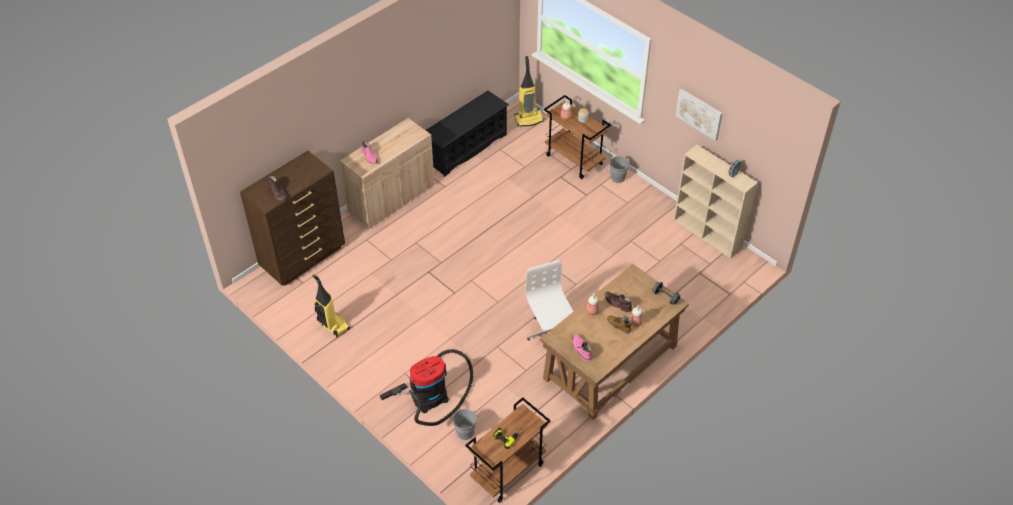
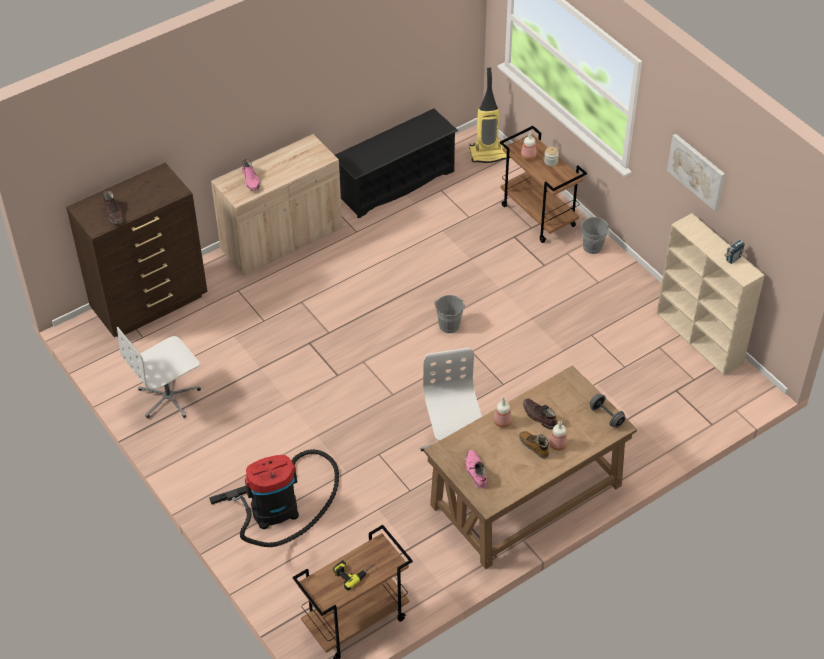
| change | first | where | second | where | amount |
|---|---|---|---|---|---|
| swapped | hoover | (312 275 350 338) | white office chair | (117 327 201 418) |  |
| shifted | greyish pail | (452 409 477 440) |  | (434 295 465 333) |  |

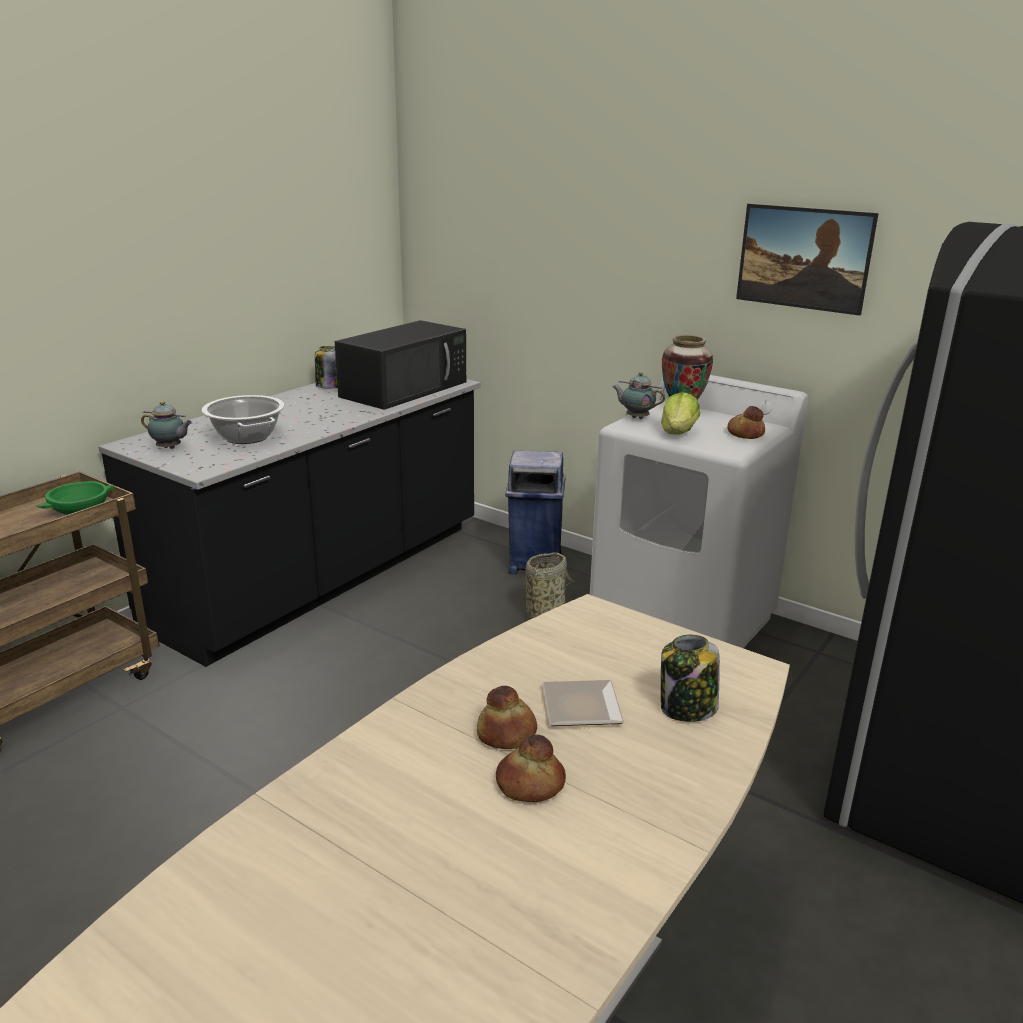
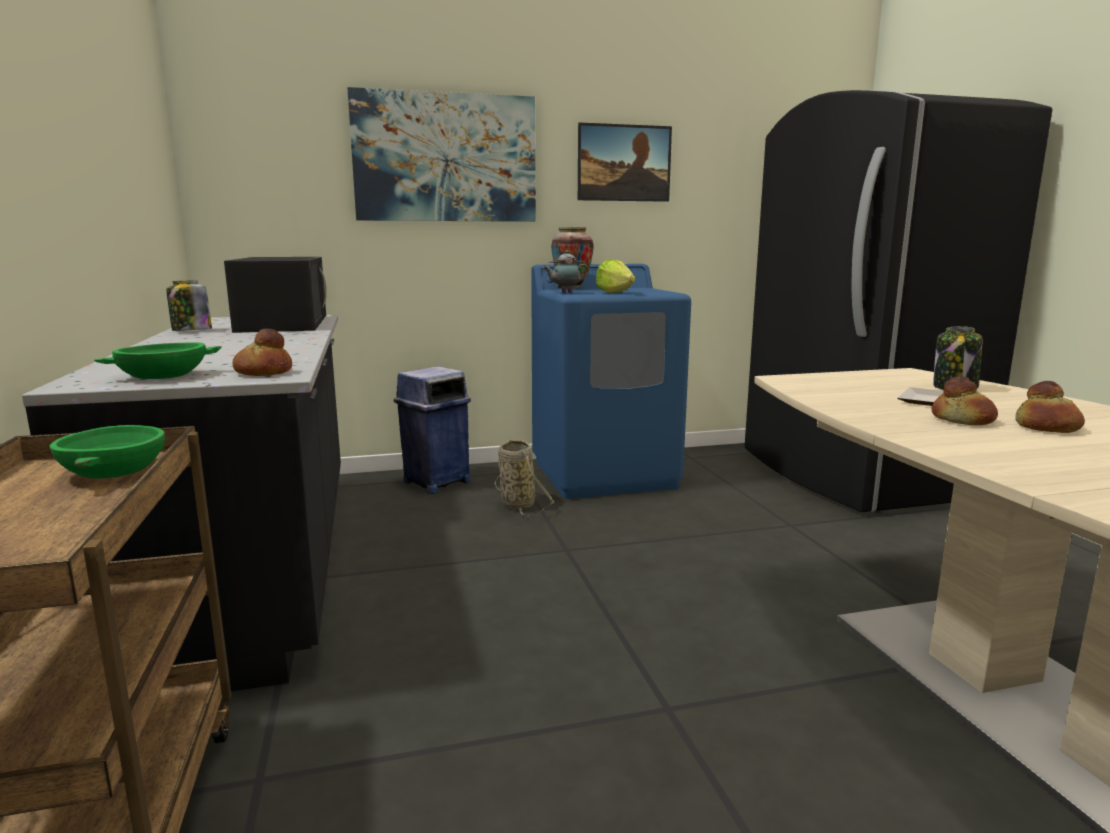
| change | first | where | second | where | amount |
|---|---|---|---|---|---|
| repainted | white washing machine | (590 375 808 648) | blue-coloured washing machine | (531 264 691 499) |  |
| gone | stockpot | (202 395 285 444) |  |  |  |
| swapped | teapot | (141 401 192 449) | greenish serving bowl | (94 343 222 379) |  |
| shifted | bakery bread | (727 406 765 439) |  | (232 329 292 376) |  |
| new |  |  | wall art | (347 87 536 222) |  |

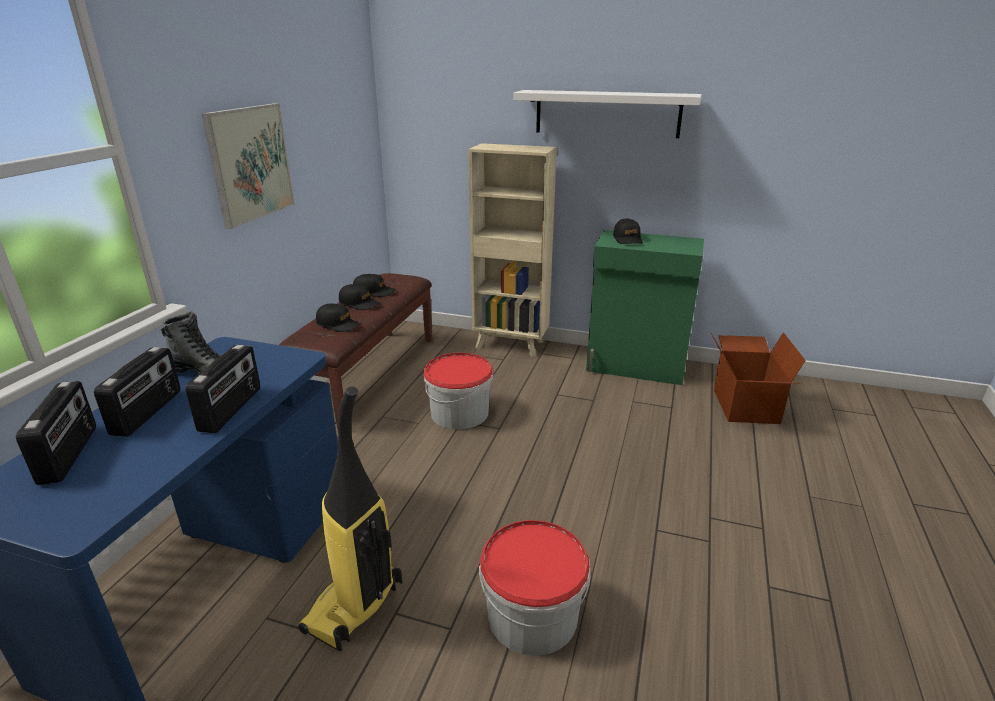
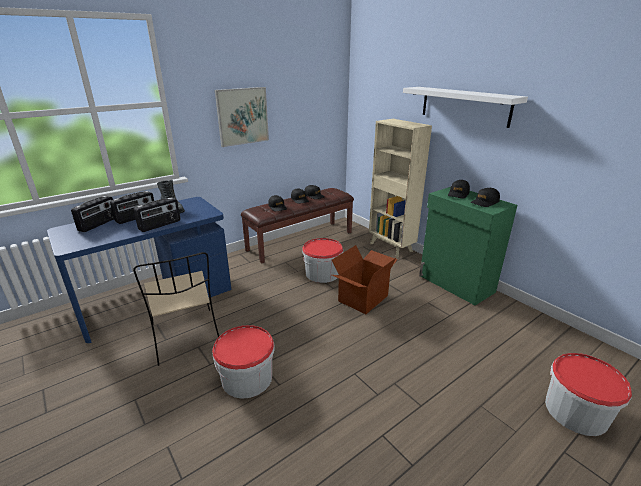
| change | first | where | second | where | amount |
|---|---|---|---|---|---|
| shifted | packing box | (710 332 806 424) |  | (332 245 398 314) |  |
| swapped | hoover | (298 386 402 651) | beige upright chair | (133 252 219 366) |  |
| new |  |  | black baseball cap | (471 188 500 207) |  |
| new |  |  | pail | (545 353 632 436) |  |

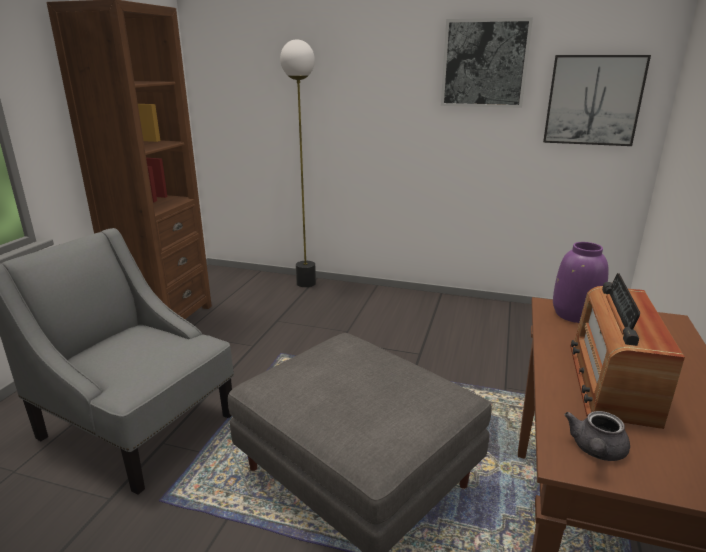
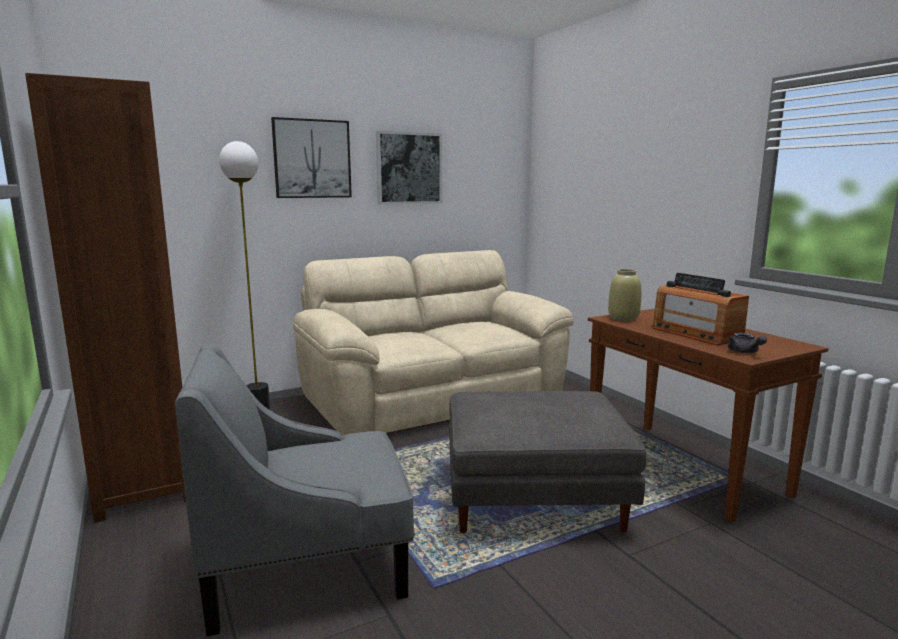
| change | first | where | second | where | amount |
|---|---|---|---|---|---|
| shifted | wall art | (543 55 651 146) |  | (271 117 352 198) |  |
| repainted | purple vase | (553 242 608 323) | beige vase | (608 269 641 321) |  |
| new |  |  | beige couch | (293 250 573 436) |  |

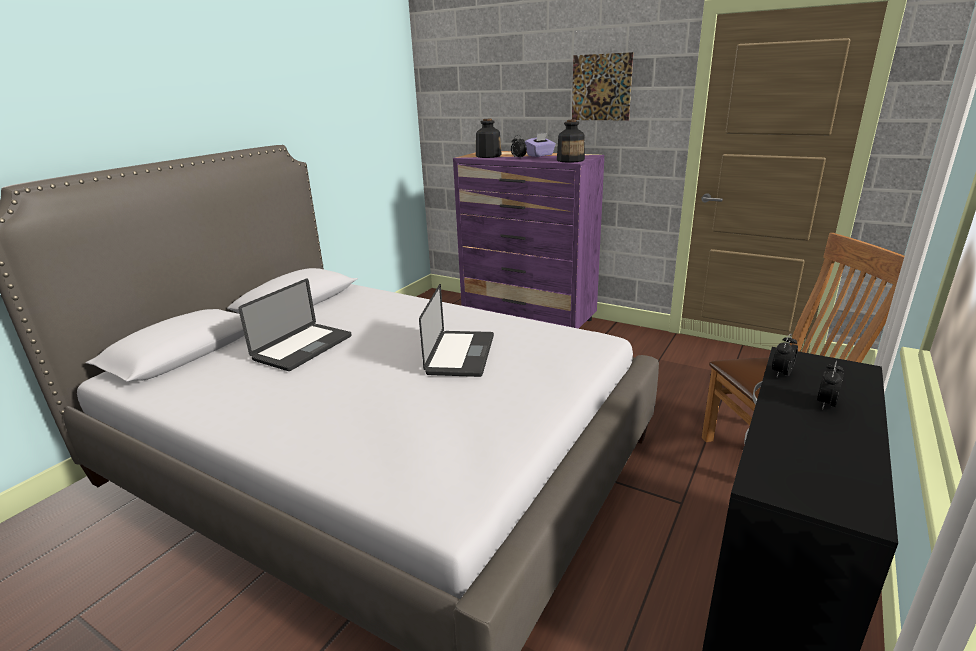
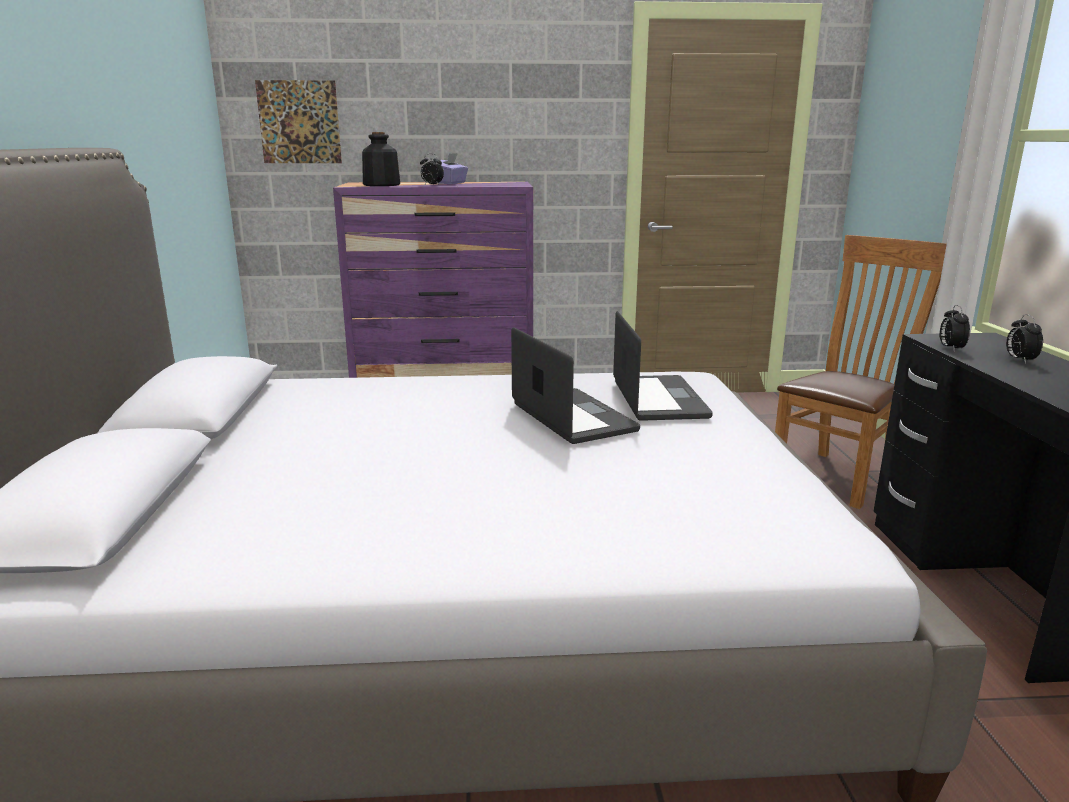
| change | first | where | second | where | amount |
|---|---|---|---|---|---|
| shifted | wall art | (572 52 633 120) |  | (255 80 342 163) |  |
| gone | bottle | (557 120 585 163) |  |  |  |
| shifted | notebook computer | (238 279 352 371) |  | (613 311 713 421) |  |

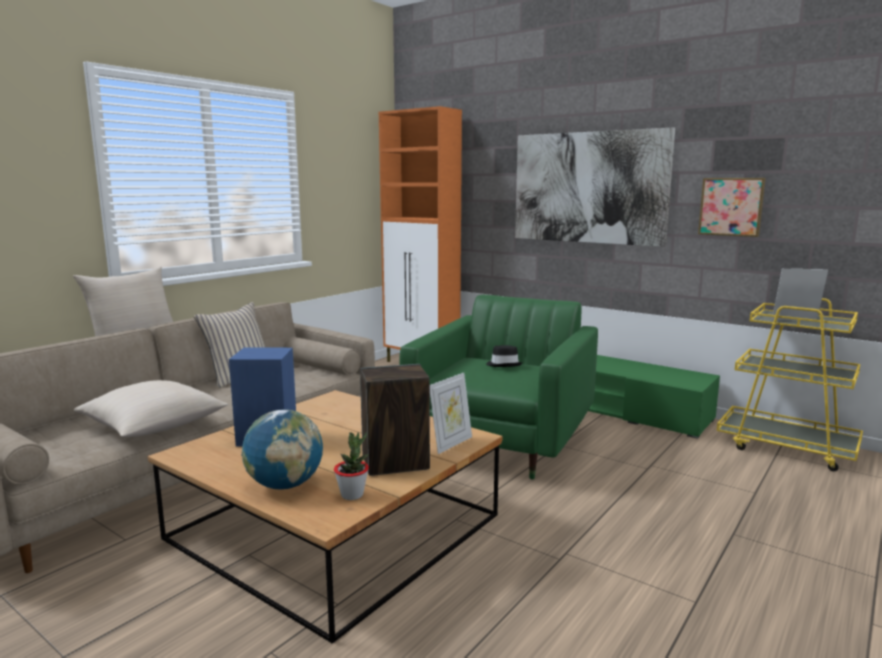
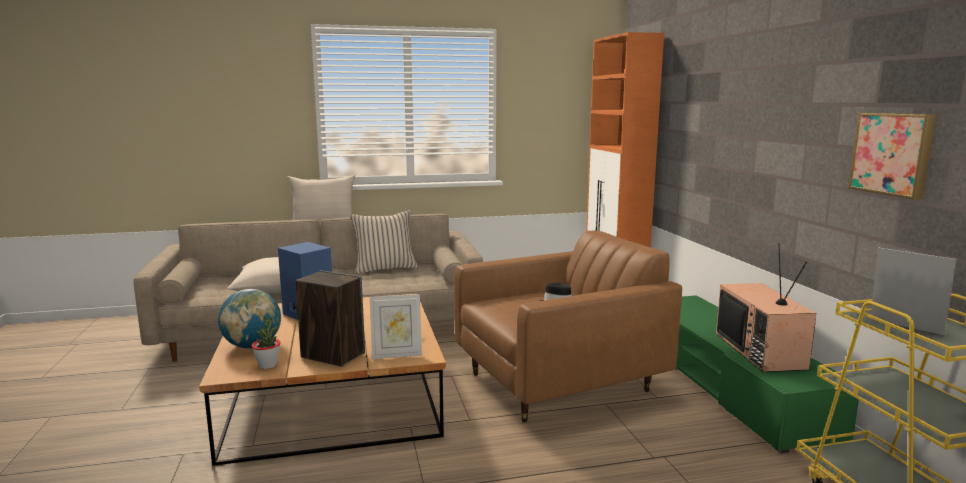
| change | first | where | second | where | amount |
|---|---|---|---|---|---|
| gone | wall art | (515 127 675 247) |  |  |  |
| repainted | greenish lounge chair | (399 295 598 479) | brown-coloured lounge chair | (454 231 682 422) |  |
| new |  |  | television | (716 243 816 372) |  |

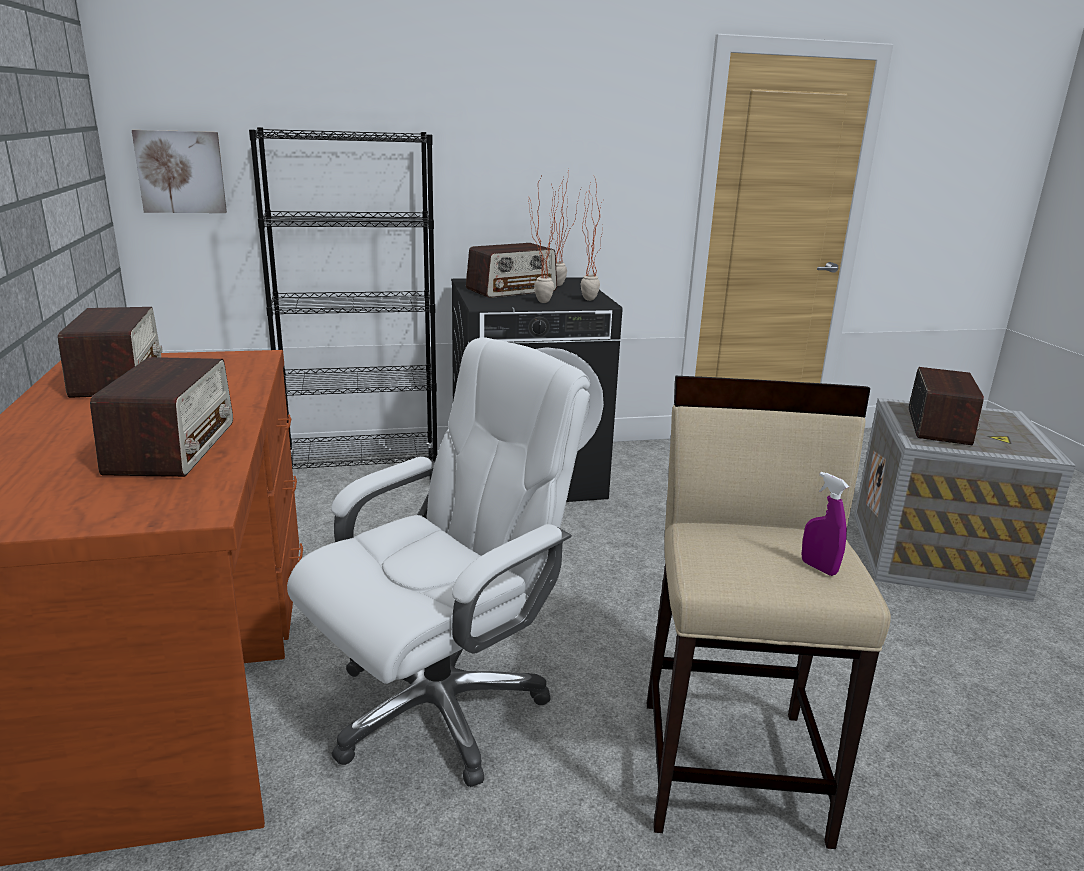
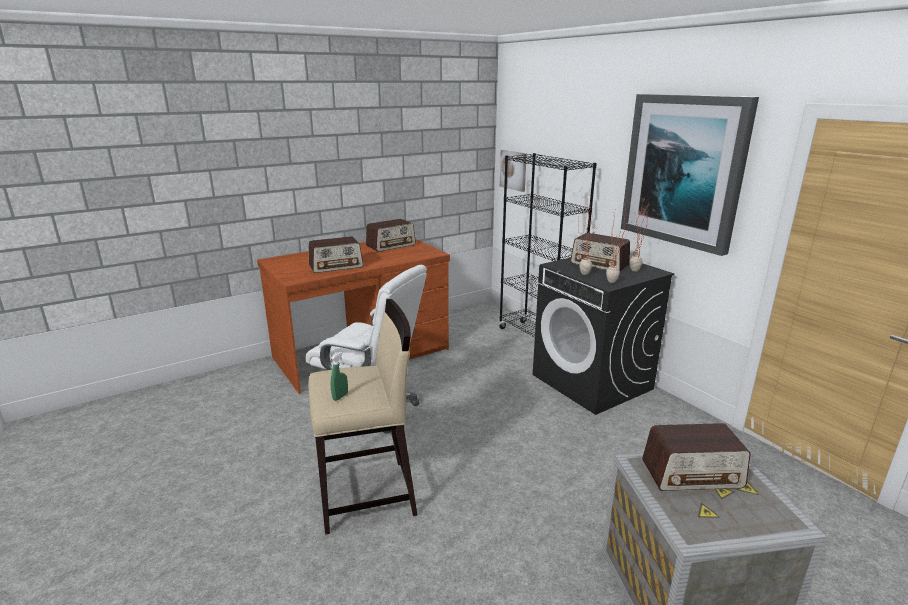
| change | first | where | second | where | amount |
|---|---|---|---|---|---|
| repainted | purple spray bottle | (801 472 849 576) | greenish spray bottle | (331 351 348 401) |  |
| new |  |  | wall art | (621 94 759 256) |  |

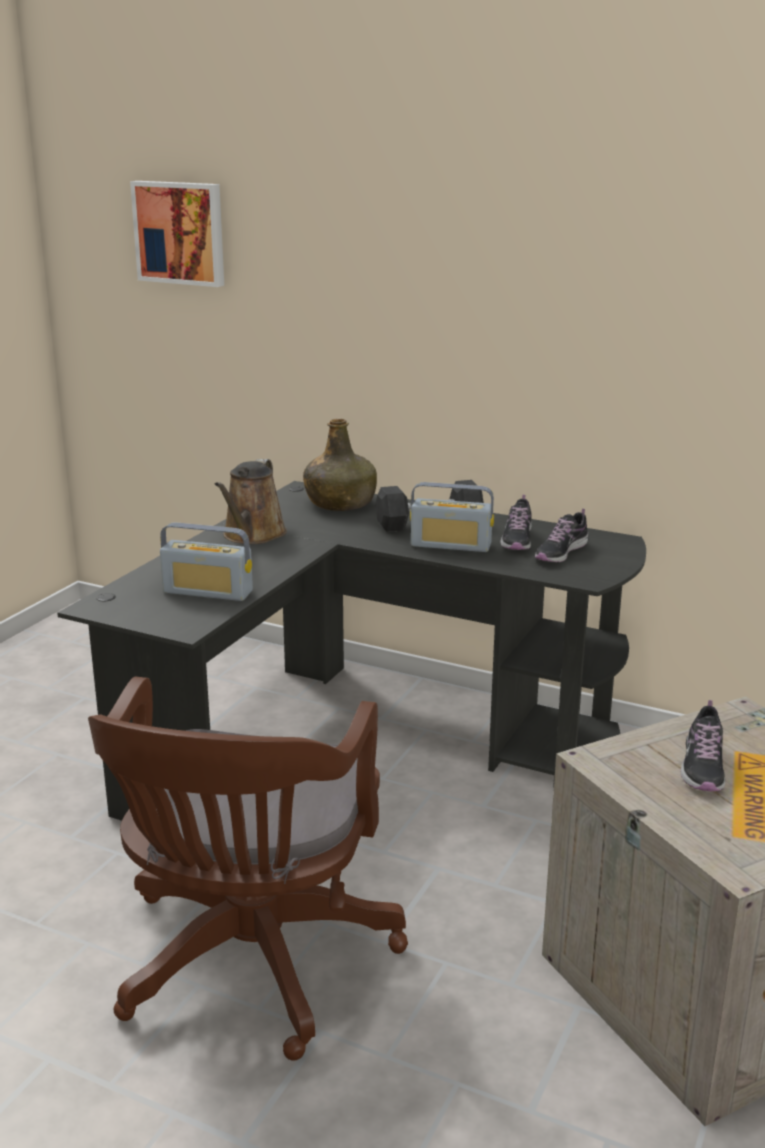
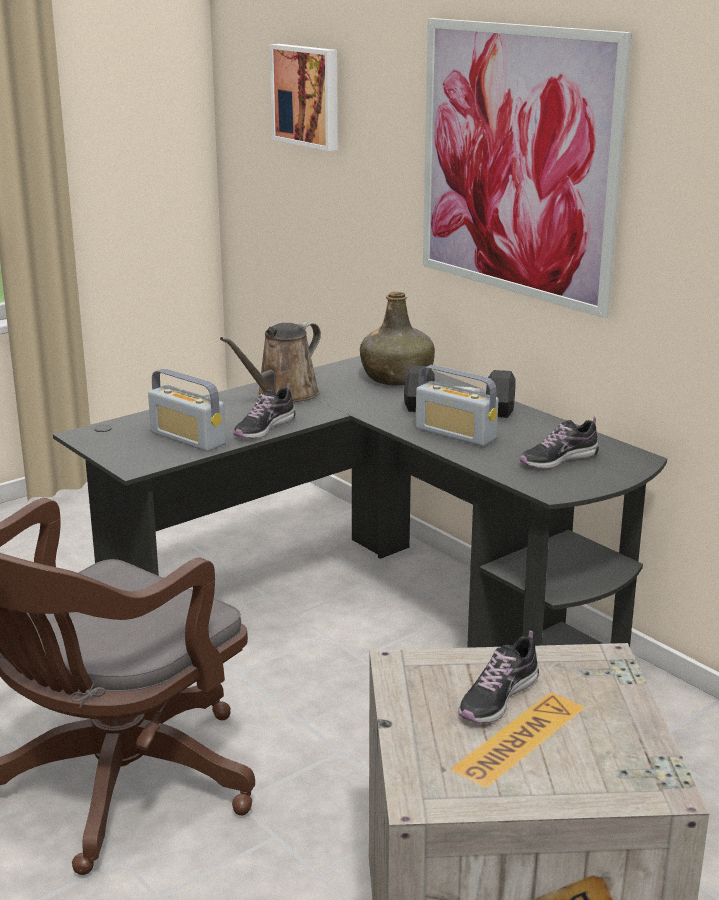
| change | first | where | second | where | amount |
|---|---|---|---|---|---|
| shifted | low shoe | (500 495 532 550) |  | (233 383 295 438) |  |
| new |  |  | wall art | (423 18 632 318) |  |

